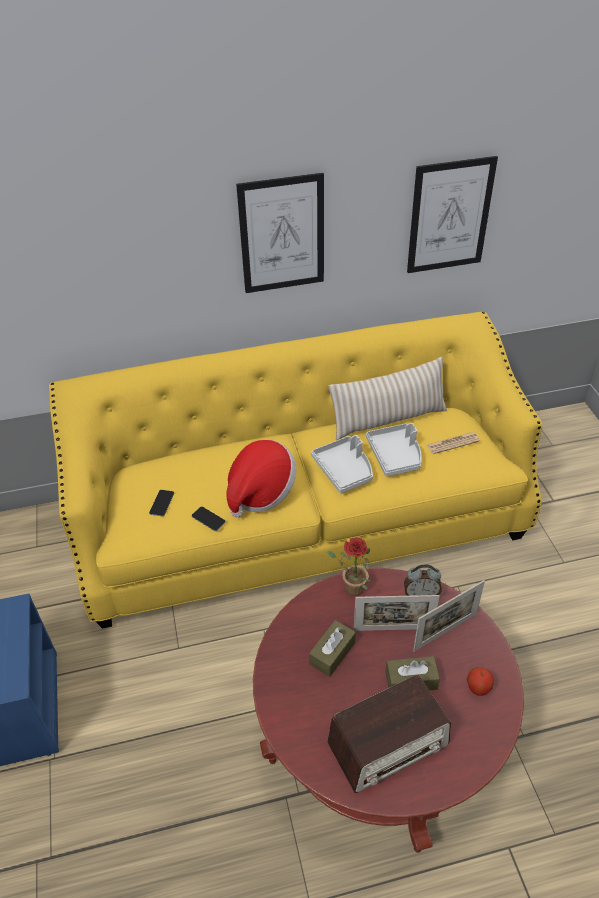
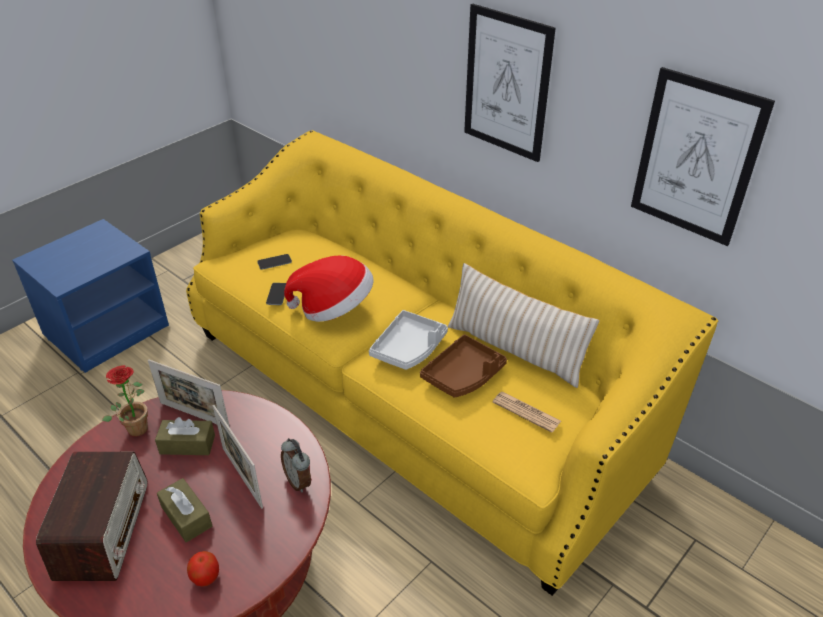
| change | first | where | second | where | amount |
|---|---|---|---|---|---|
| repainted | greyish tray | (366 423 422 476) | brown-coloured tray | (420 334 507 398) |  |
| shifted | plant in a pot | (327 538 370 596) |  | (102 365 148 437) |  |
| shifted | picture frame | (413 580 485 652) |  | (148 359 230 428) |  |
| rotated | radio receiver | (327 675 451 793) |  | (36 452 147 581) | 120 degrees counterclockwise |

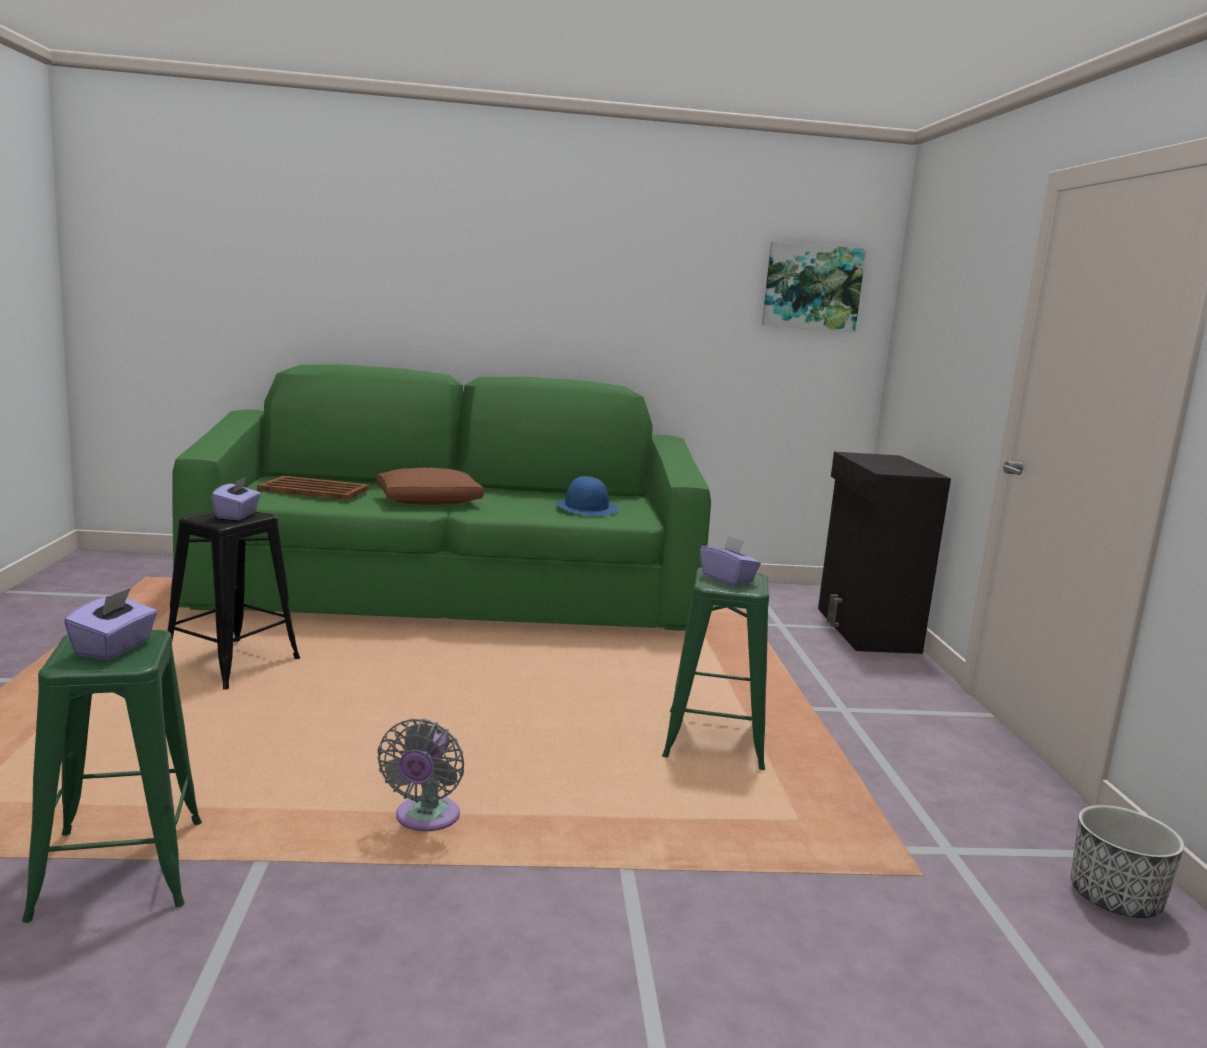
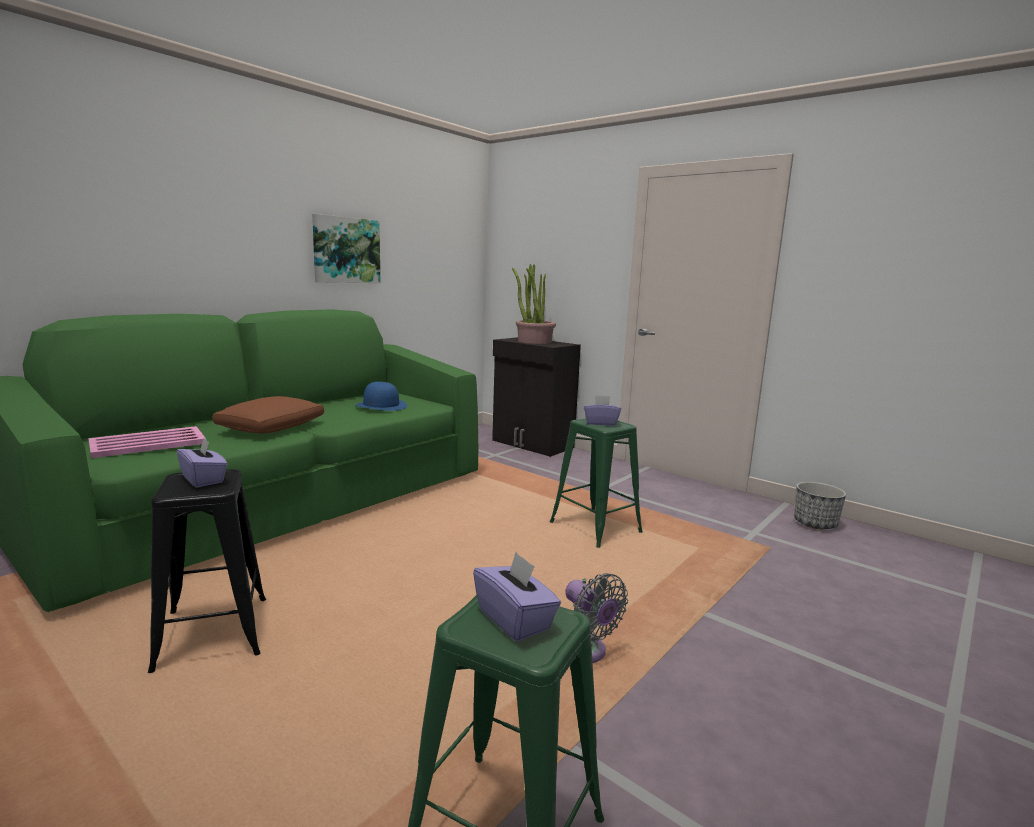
| change | first | where | second | where | amount |
|---|---|---|---|---|---|
| shifted | wall art | (762 241 866 332) |  | (312 214 381 283) |  |
| repainted | brown-coloured tray | (257 476 369 500) | pinkish tray | (88 426 206 458) |  |
| new |  |  | plant in a pot | (512 264 556 344) |  |

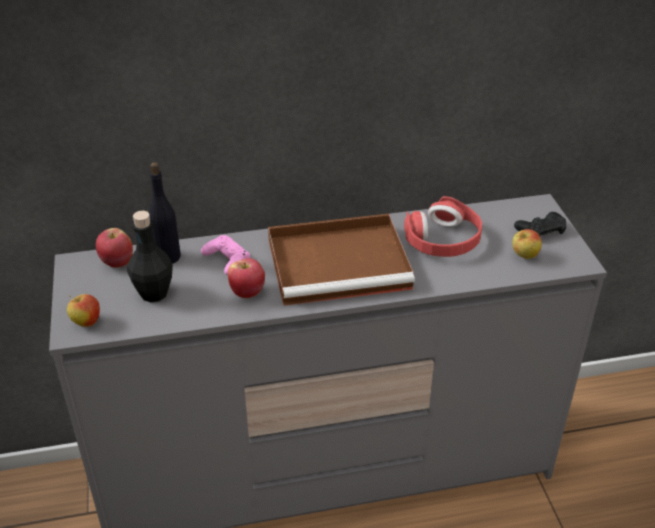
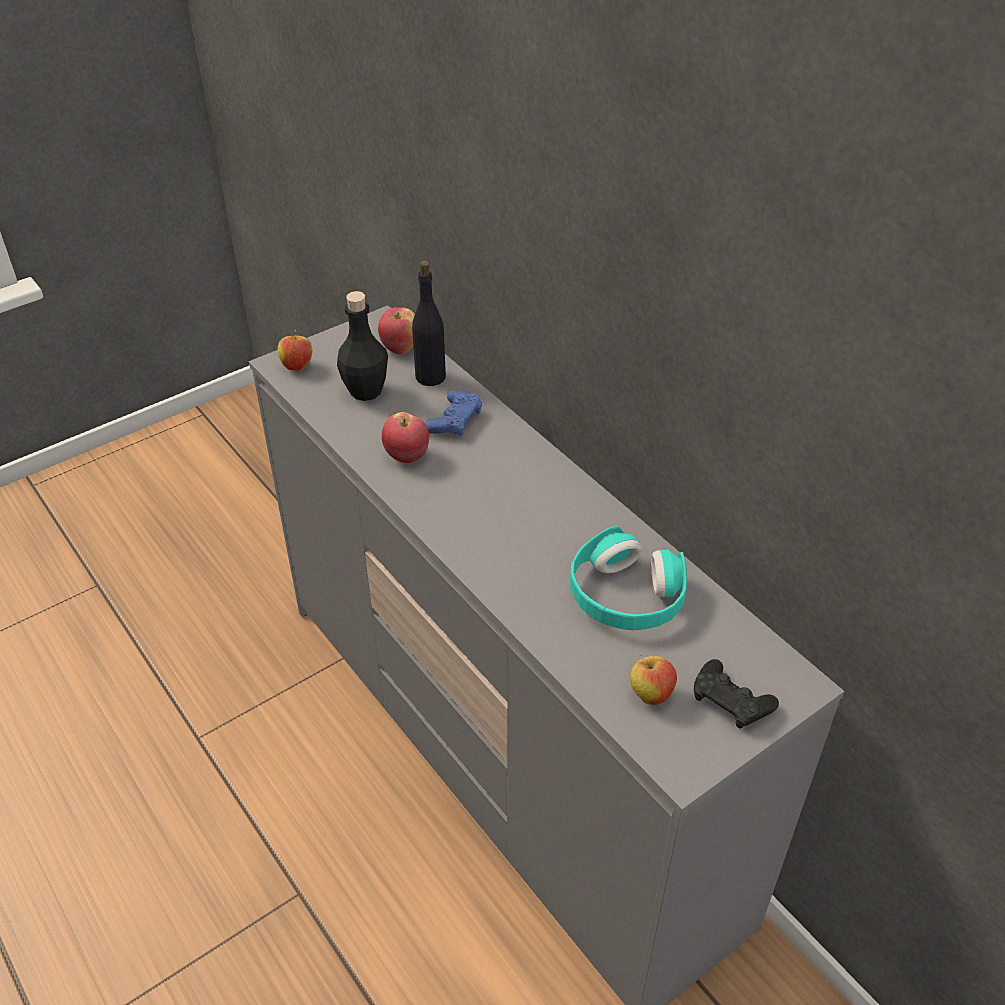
| change | first | where | second | where | amount |
|---|---|---|---|---|---|
| repainted | red headset | (404 196 482 257) | turquoise-coloured headset | (570 526 687 630) |  |
| gone | brown-coloured tray | (268 214 415 306) |  |  |  |
| repainted | pinkish gamepad | (201 235 250 275) | blue-coloured gamepad | (425 390 482 436) |  |

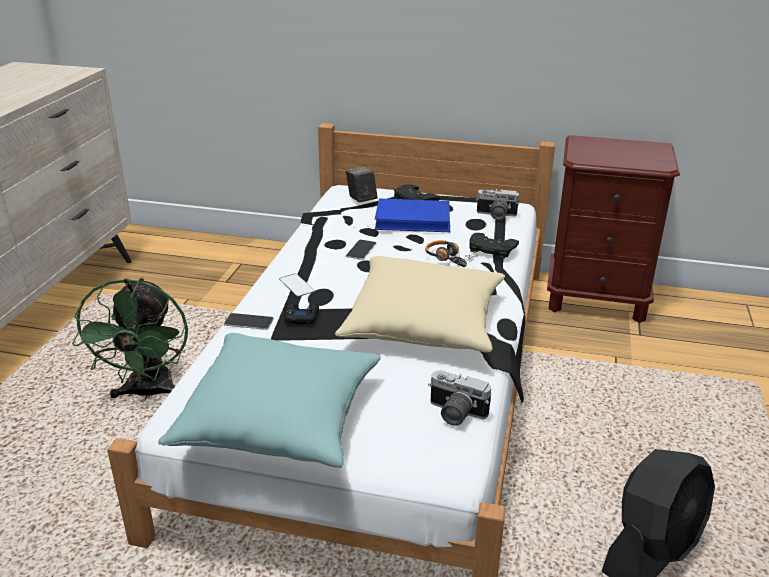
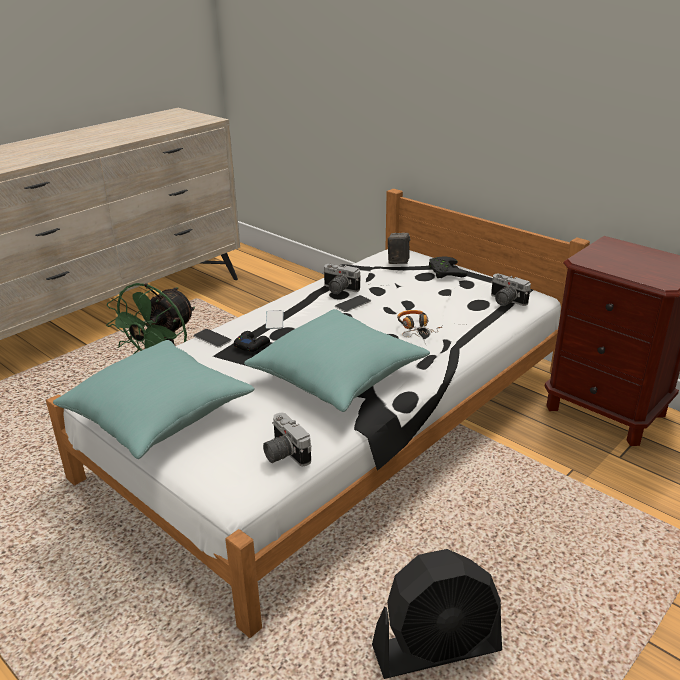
| change | first | where | second | where | amount |
|---|---|---|---|---|---|
| gone | blue-coloured volume | (375 198 450 232) |  |  |  |
| gone | black gamepad | (469 233 519 259) |  |  |  |
| repainted | beige pillow | (335 256 505 352) | turquoise-coloured pillow | (244 309 430 412) |  |
| new |  |  | photo camera | (322 264 361 294) |  |

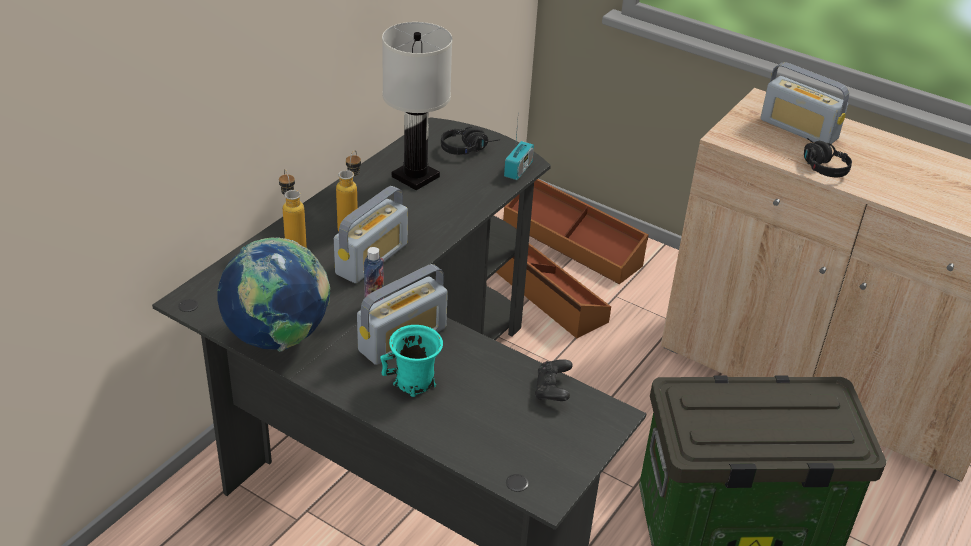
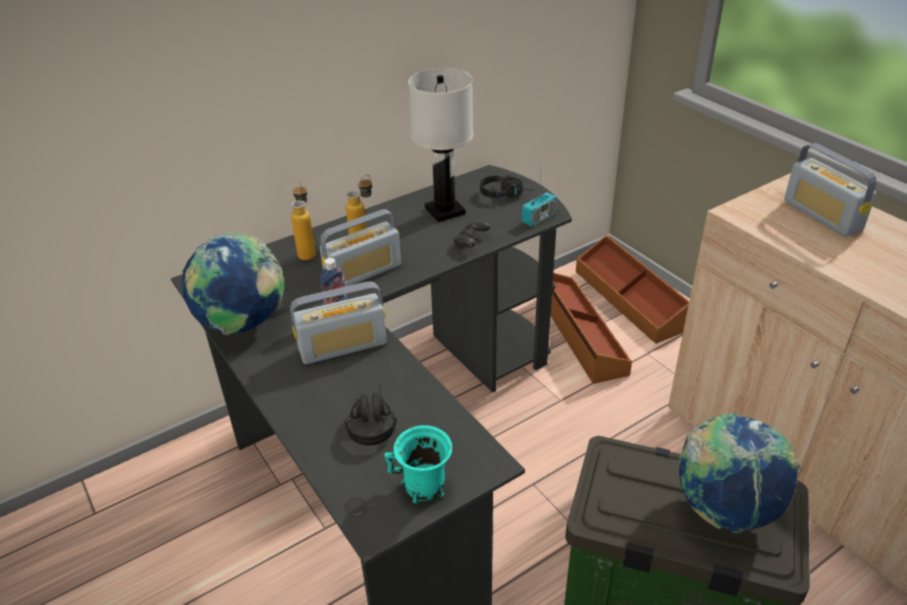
| change | first | where | second | where | amount |
|---|---|---|---|---|---|
| shifted | black headset | (804 138 852 177) |  | (345 385 397 446) |  |
| shifted | turquoise-coloured coffee mug | (380 325 443 397) |  | (384 425 452 503) |  |
| shifted | black gamepad | (535 359 573 401) |  | (454 222 491 247) |  |
| new |  |  | desk globe | (678 413 800 533) |  |

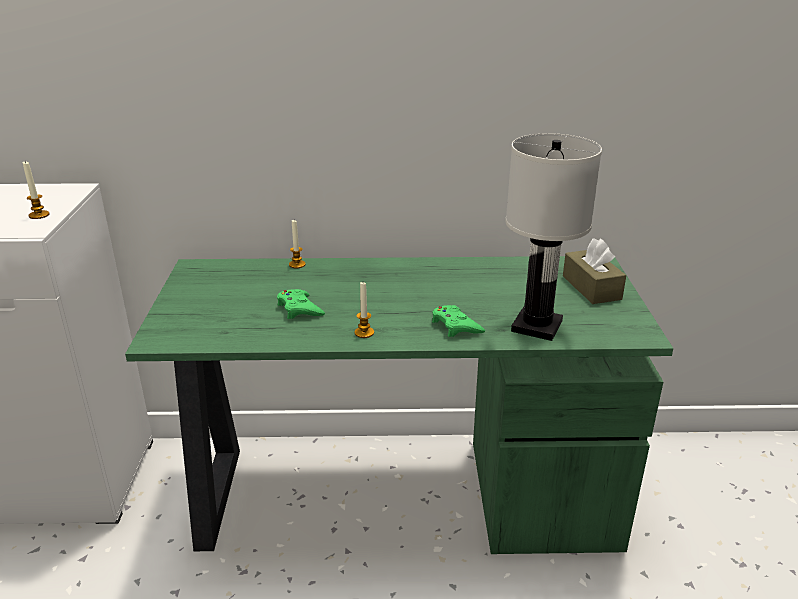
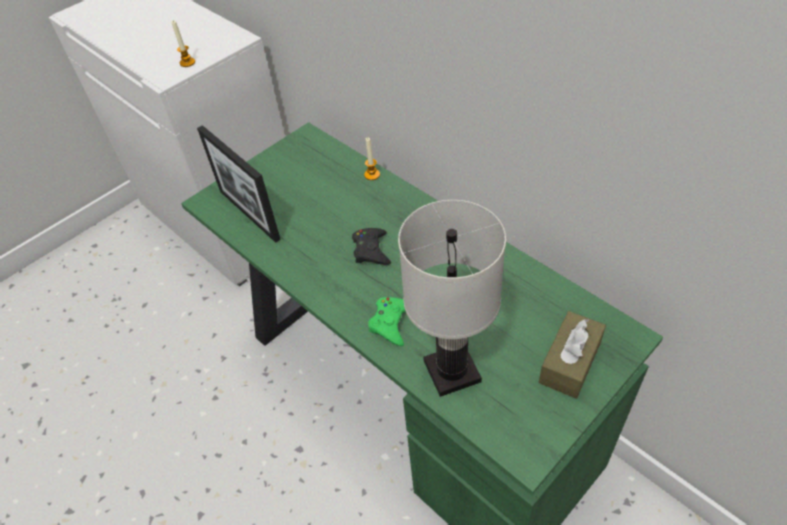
| change | first | where | second | where | amount |
|---|---|---|---|---|---|
| gone | wax candle | (355 282 374 338) |  |  |  |
| gone | greenish gamepad | (277 289 325 319) |  |  |  |
| new |  |  | picture frame | (197 125 281 243) |  |
| new |  |  | black gamepad | (352 228 391 265) |  |

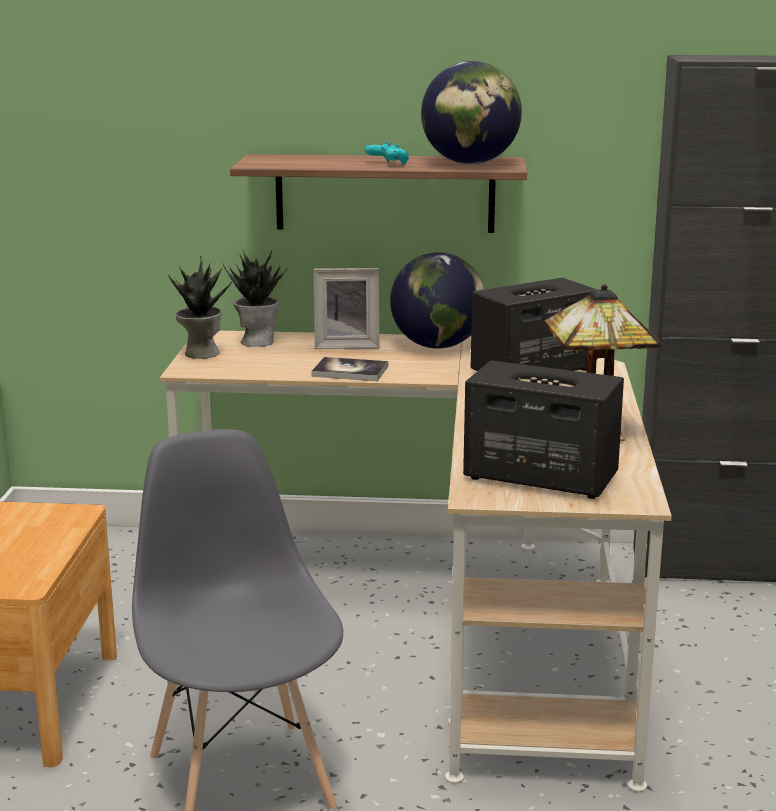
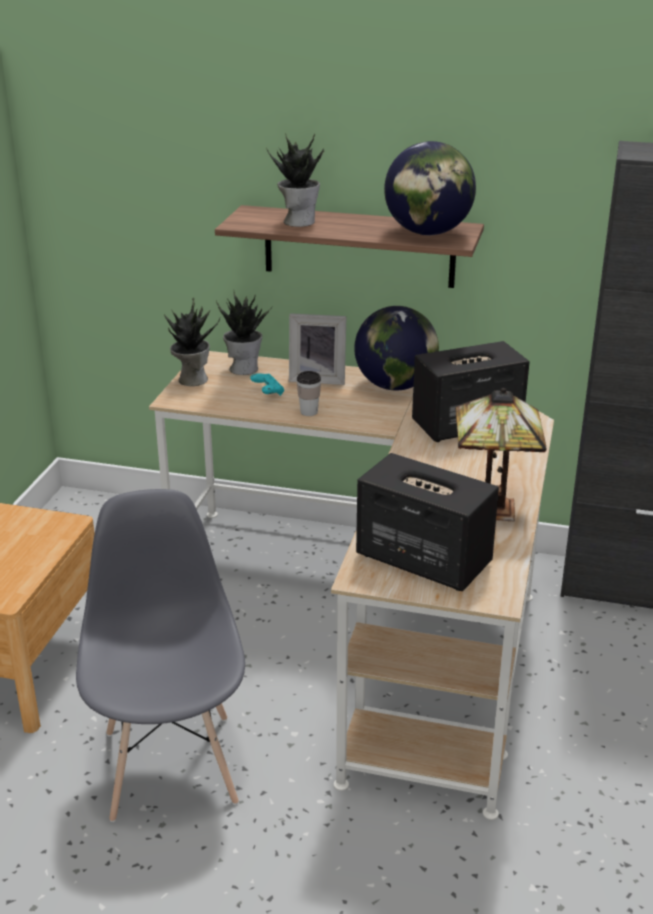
| change | first | where | second | where | amount |
|---|---|---|---|---|---|
| shifted | turquoise-coloured gamepad | (365 142 409 165) |  | (250 373 284 396) |  |
| swapped | volume | (312 357 388 381) | drinking cup | (297 371 321 416) |  |
| new |  |  | plant in a pot | (266 133 325 227) |  |

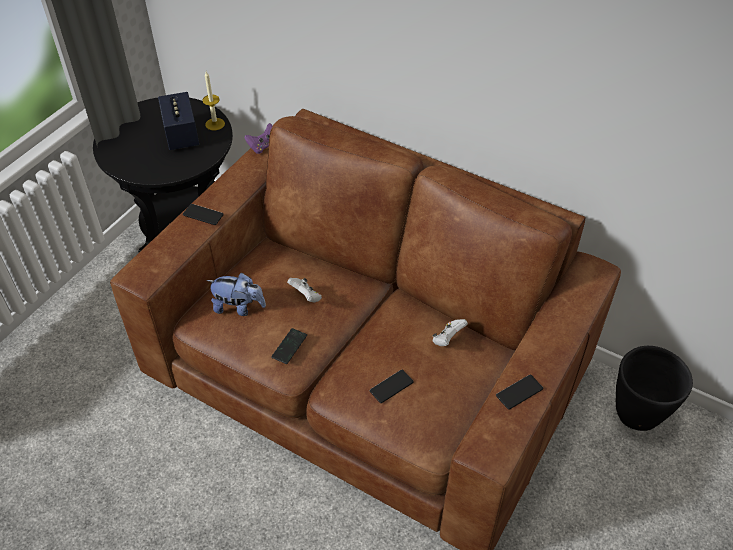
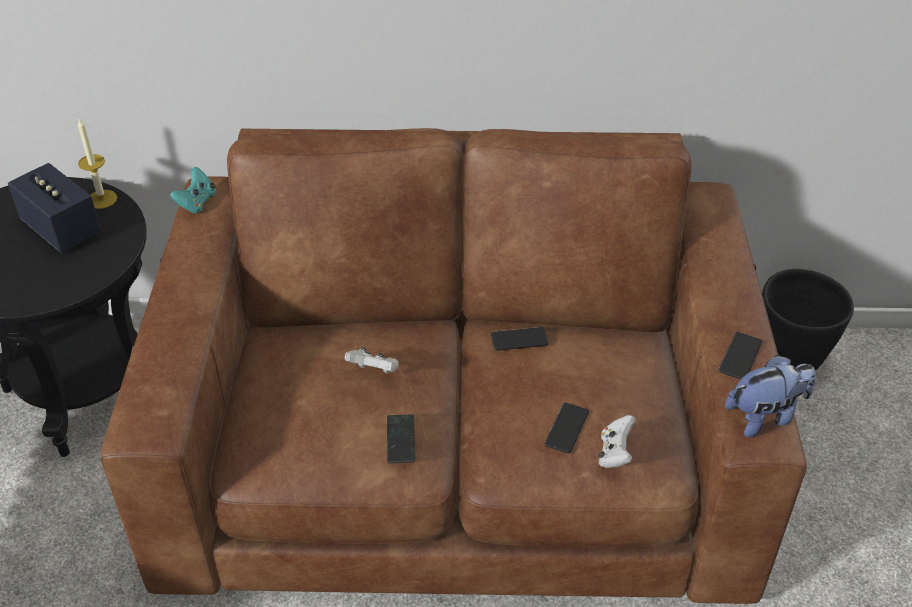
| change | first | where | second | where | amount |
|---|---|---|---|---|---|
| repainted | purple gamepad | (244 123 273 154) | turquoise-coloured gamepad | (170 167 216 213) |  |
| shifted | phone | (183 204 224 225) |  | (491 327 548 351) |  |
| shifted | soft toy | (206 273 266 316) |  | (725 355 816 437) |  |
| shifted | white gamepad | (433 319 468 346) |  | (599 415 636 468) |  |

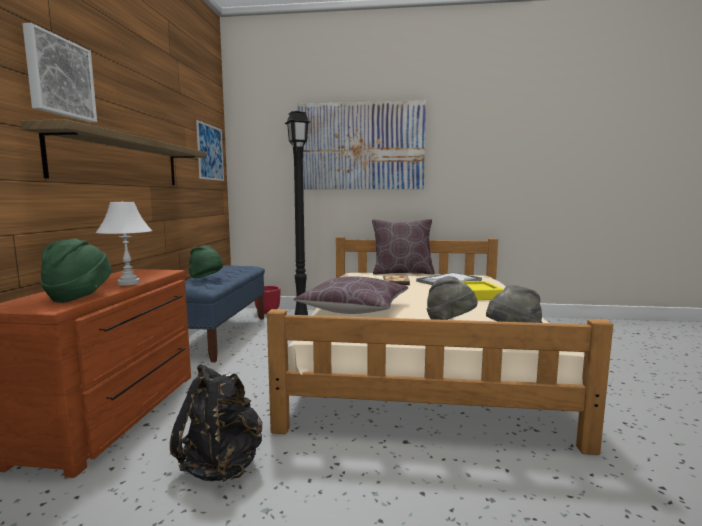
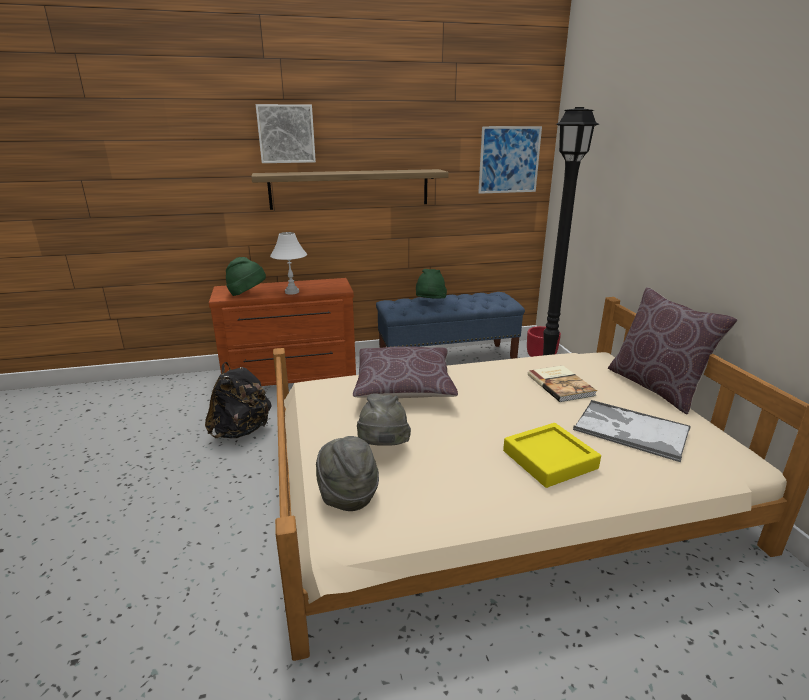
| change | first | where | second | where | amount |
|---|---|---|---|---|---|
| gone | wall art | (297 100 426 189) |  |  |  |

